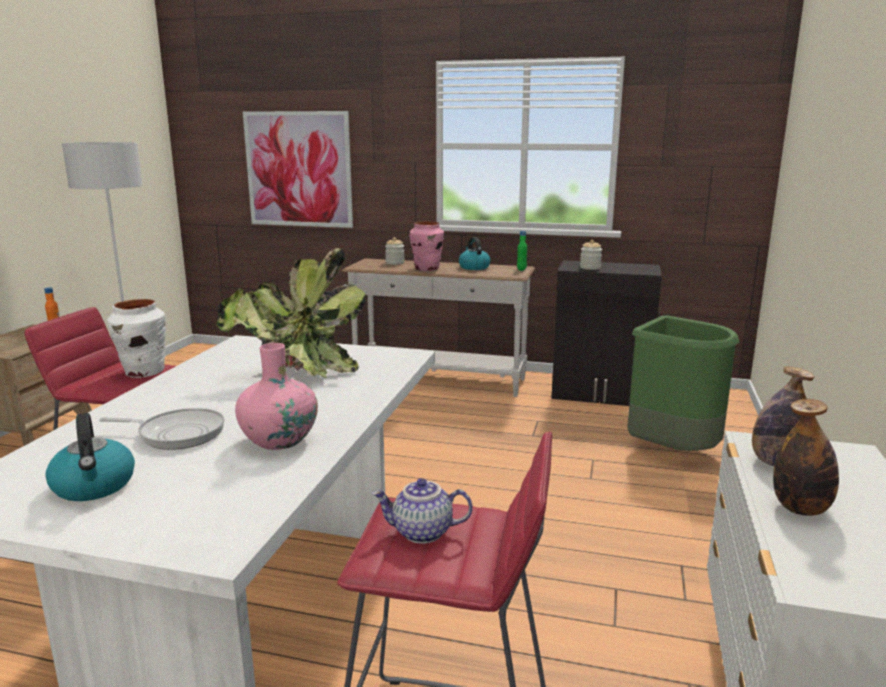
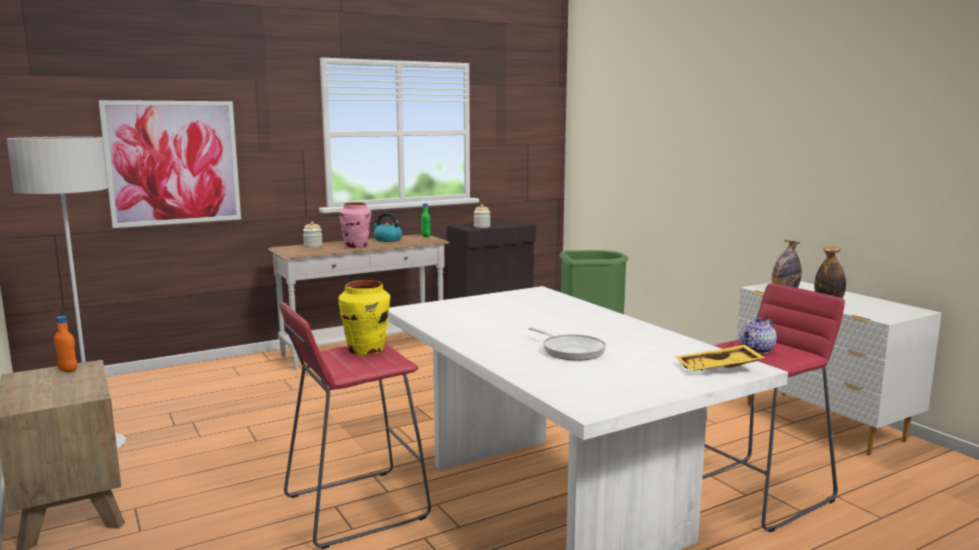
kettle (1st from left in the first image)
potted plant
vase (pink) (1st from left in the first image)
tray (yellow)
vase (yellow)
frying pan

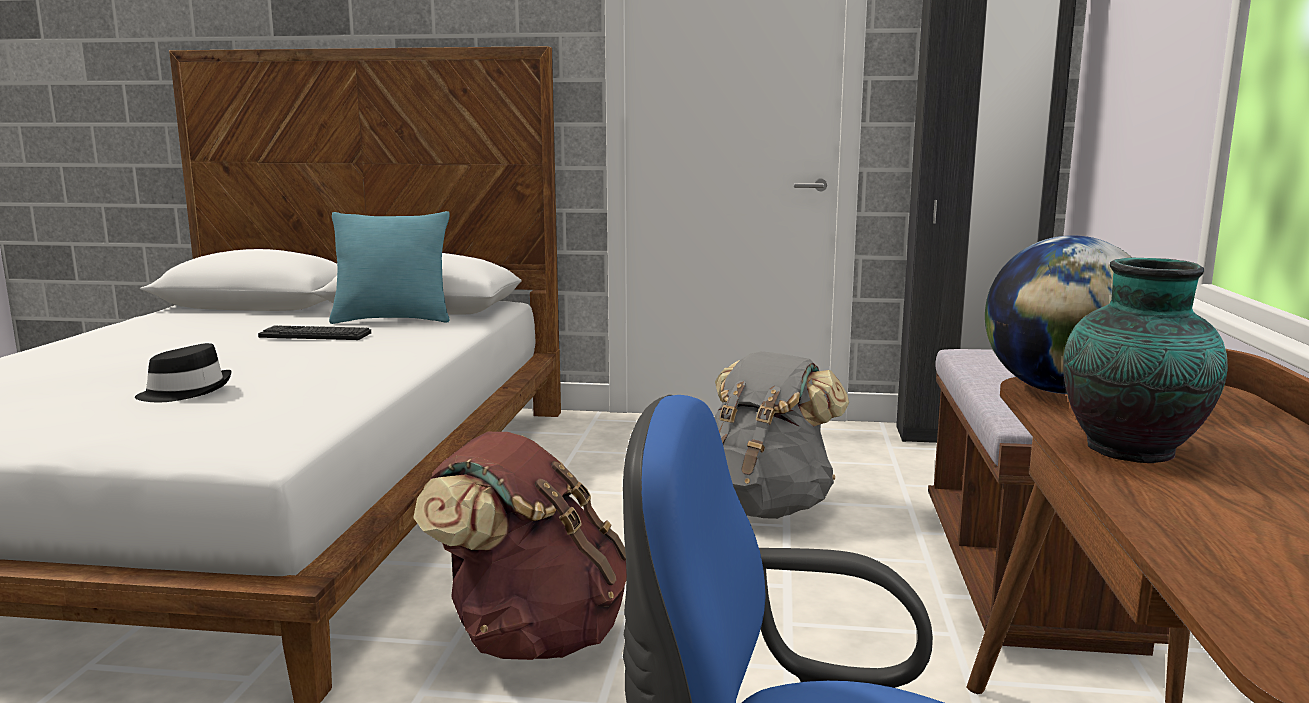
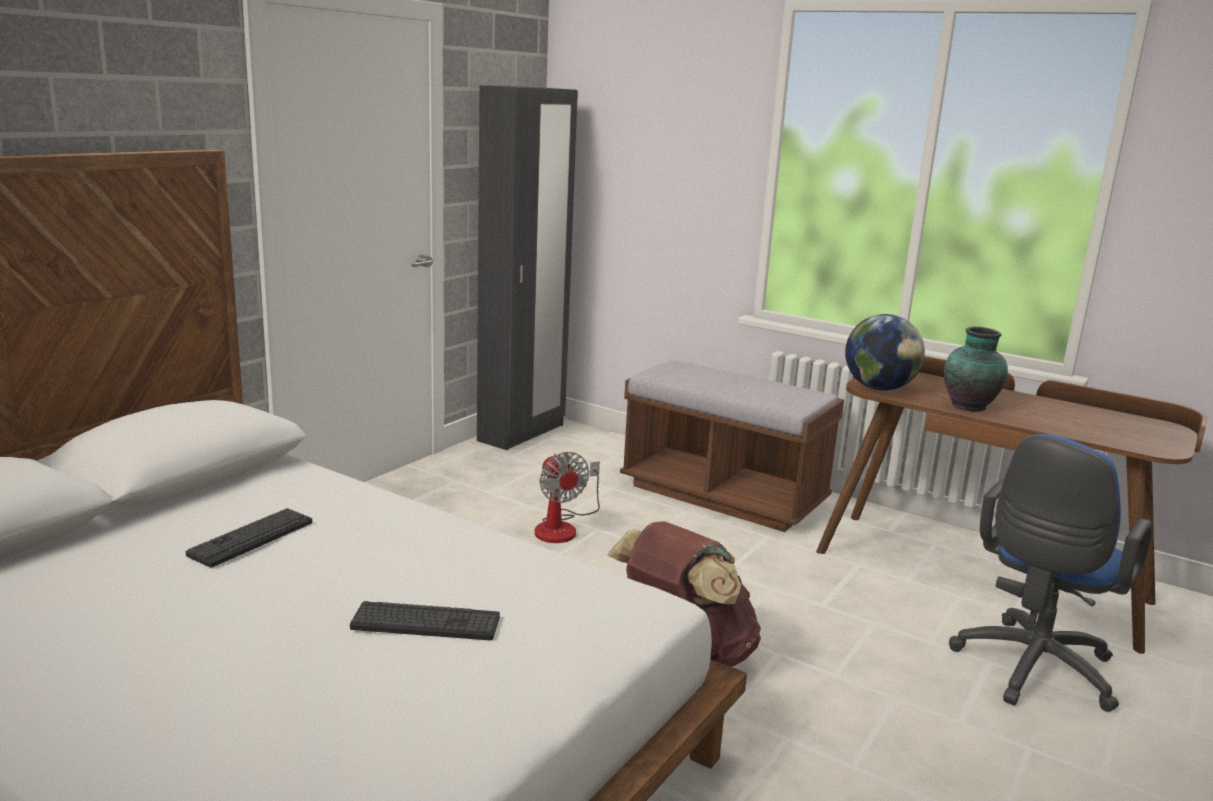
pillow (turquoise)
keyboard (2nd from left)
fan

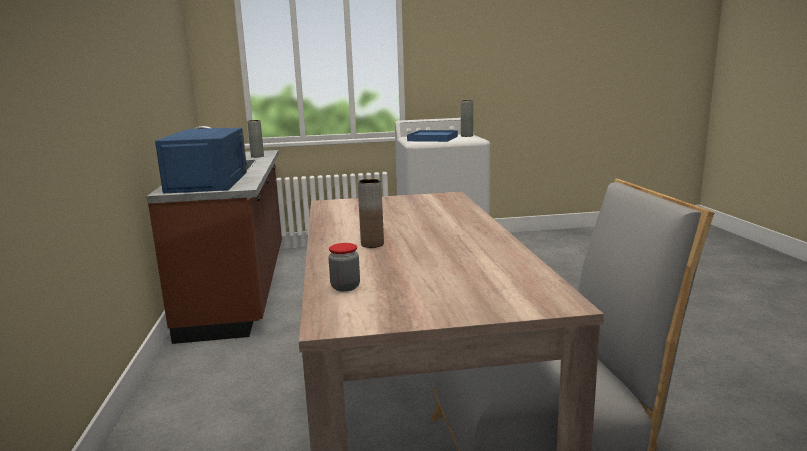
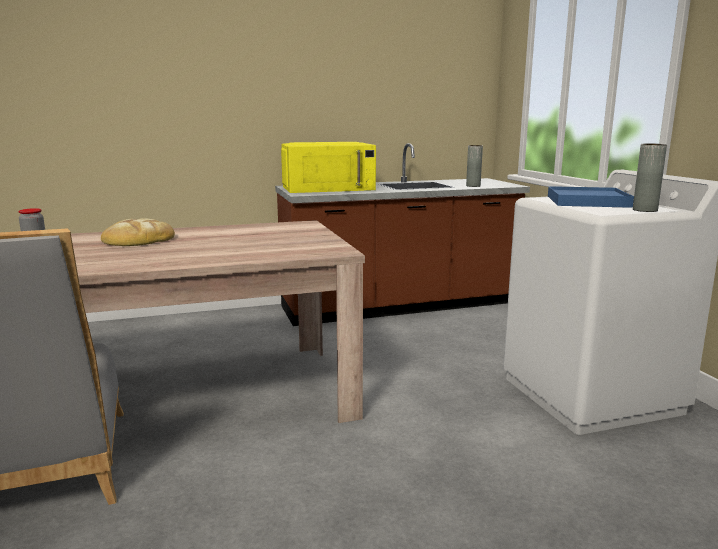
bread
microwave (yellow)

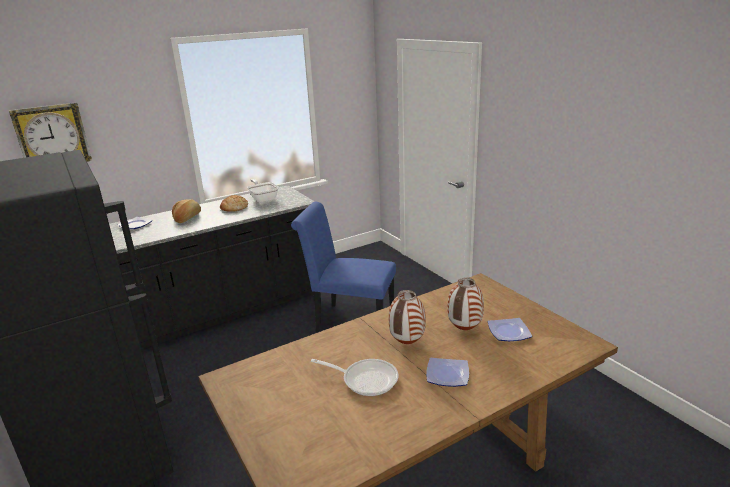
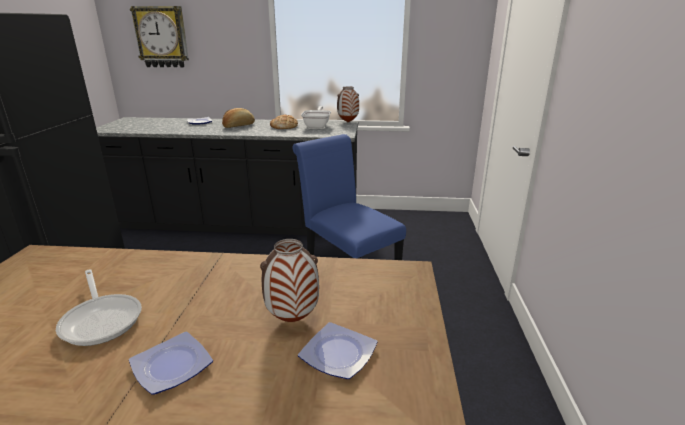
vase (2nd from left)

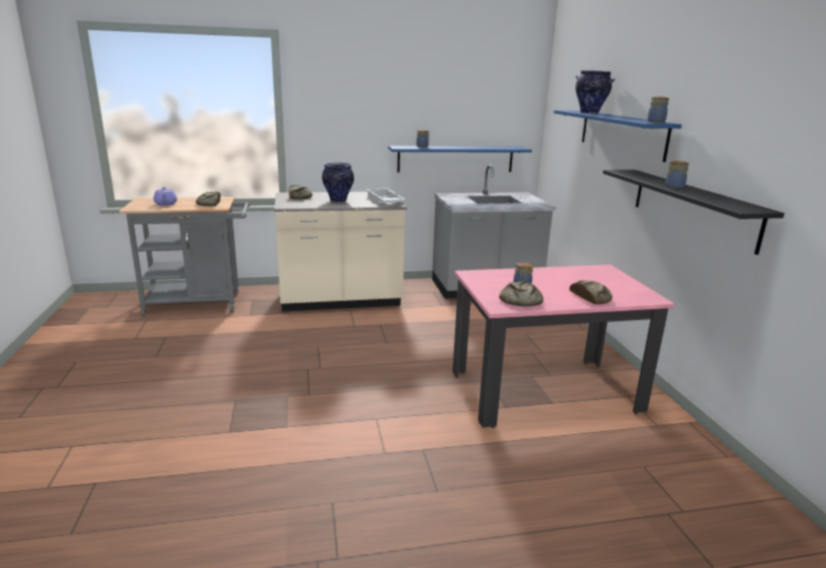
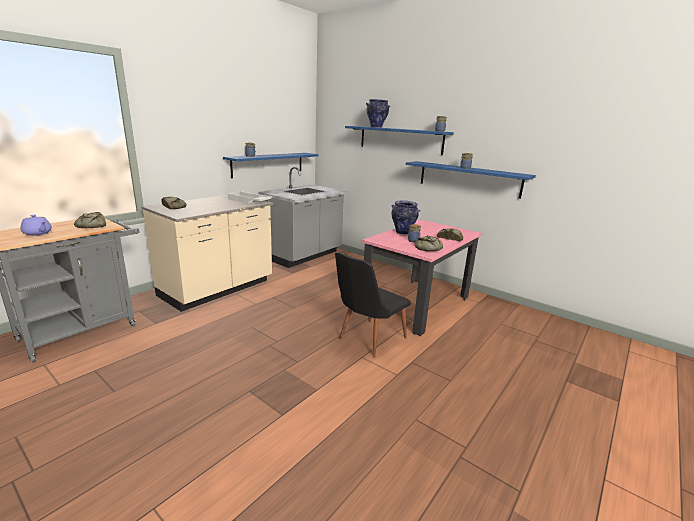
chair (black)
vase (2nd from left)
shelf (blue) (3rd from left)

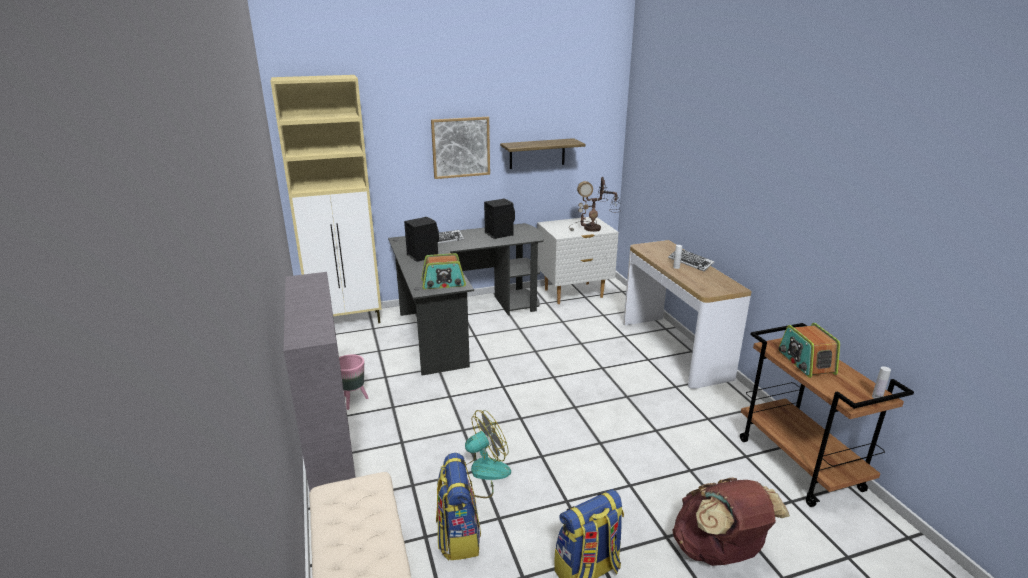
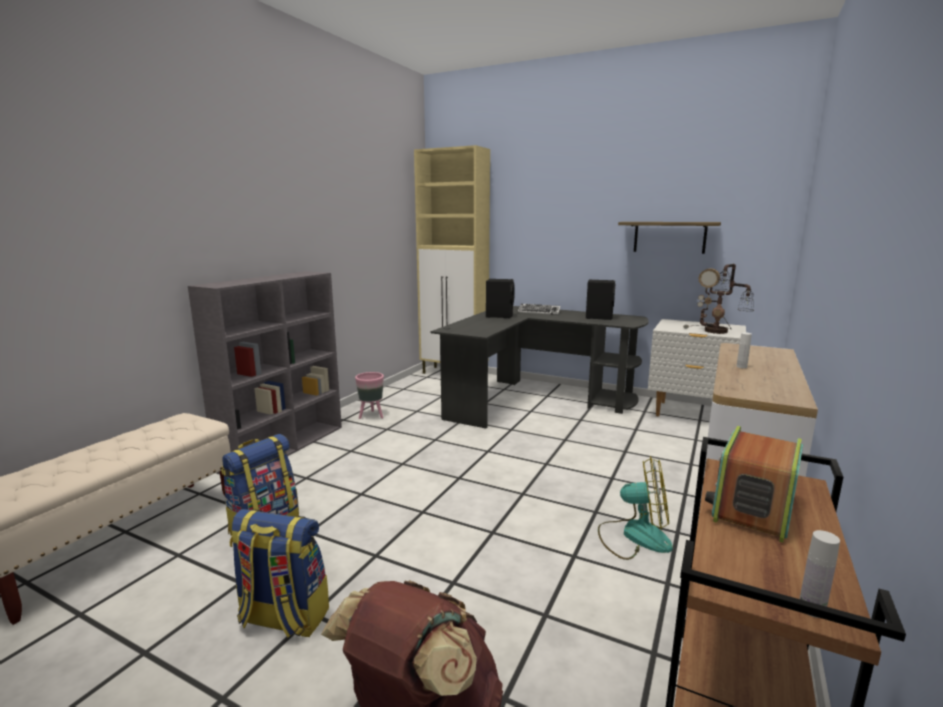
radio (1st from left in the first image)
picture
keyboard (2nd from left in the first image)
fan

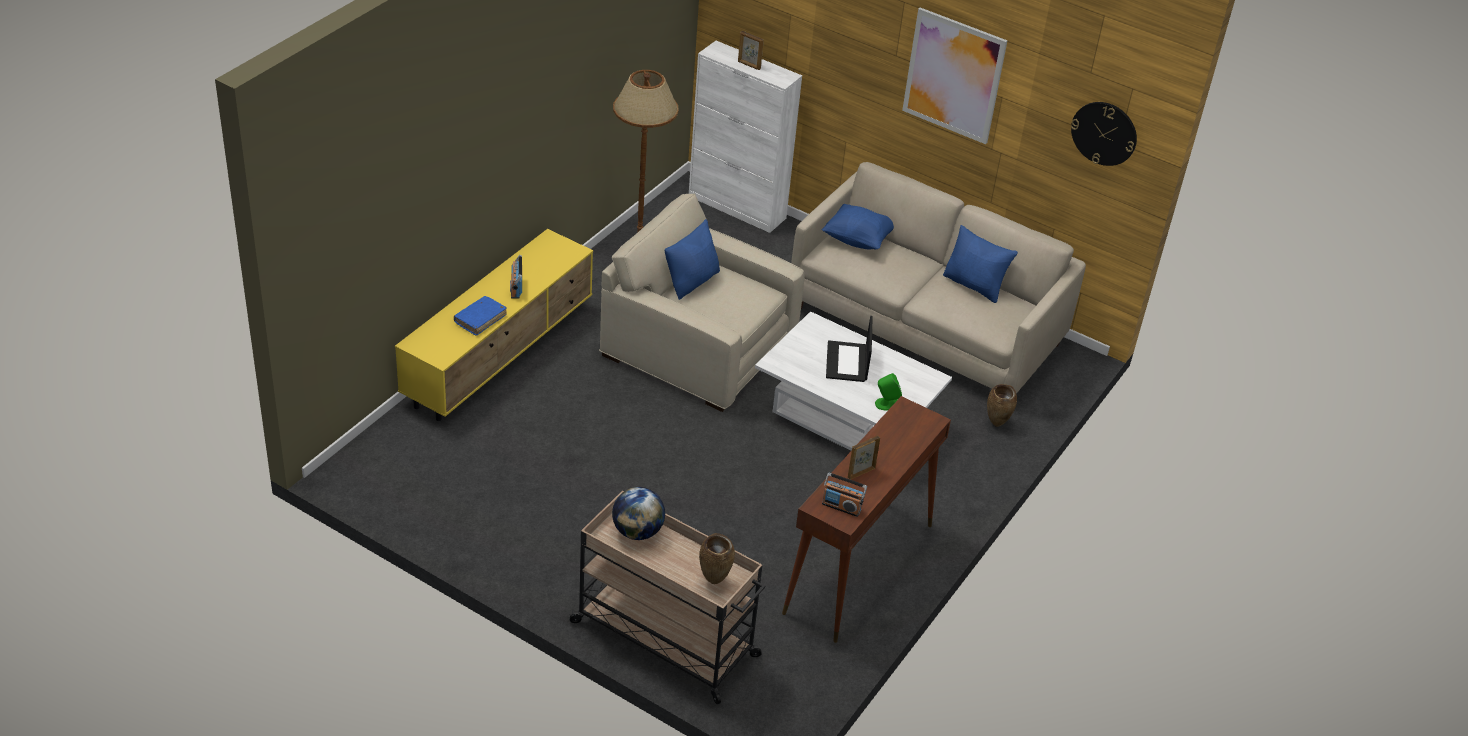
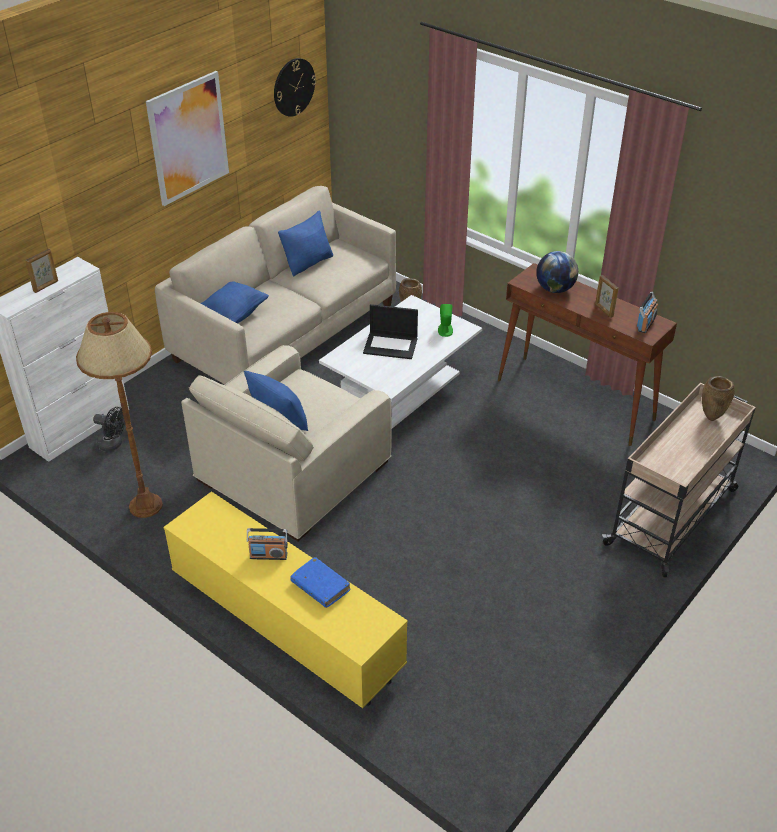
fan (black)
globe

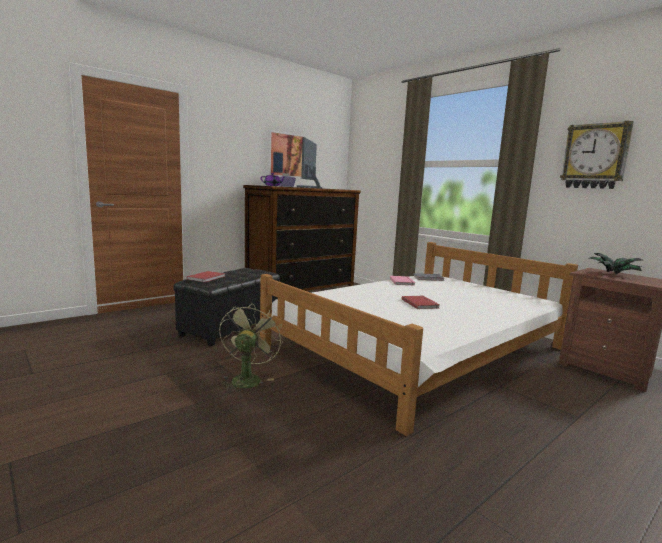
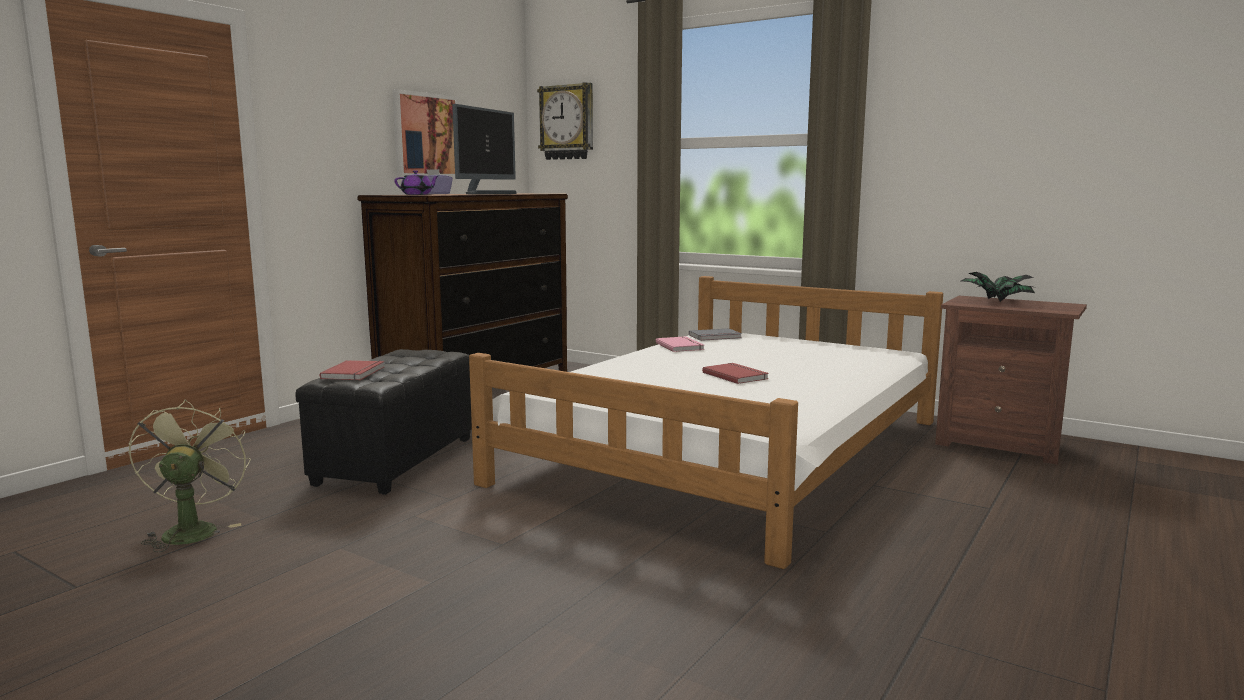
fan (green)
wall clock
monitor

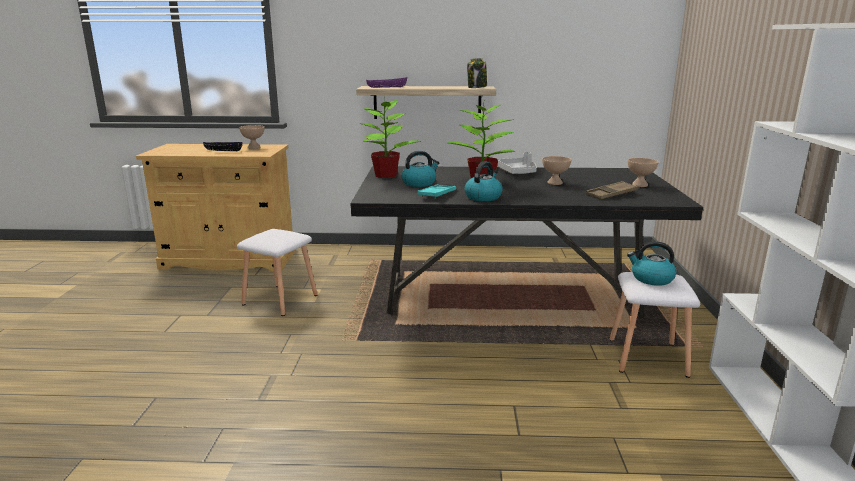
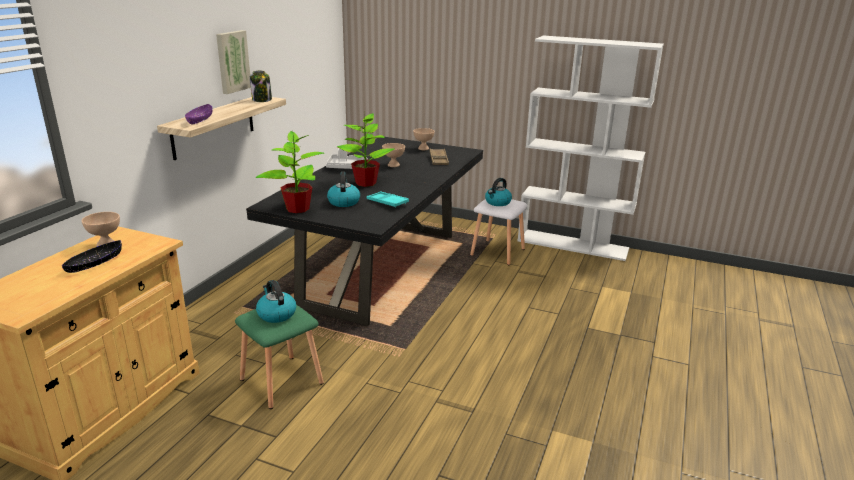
picture
kettle (1st from left)
stool (green)

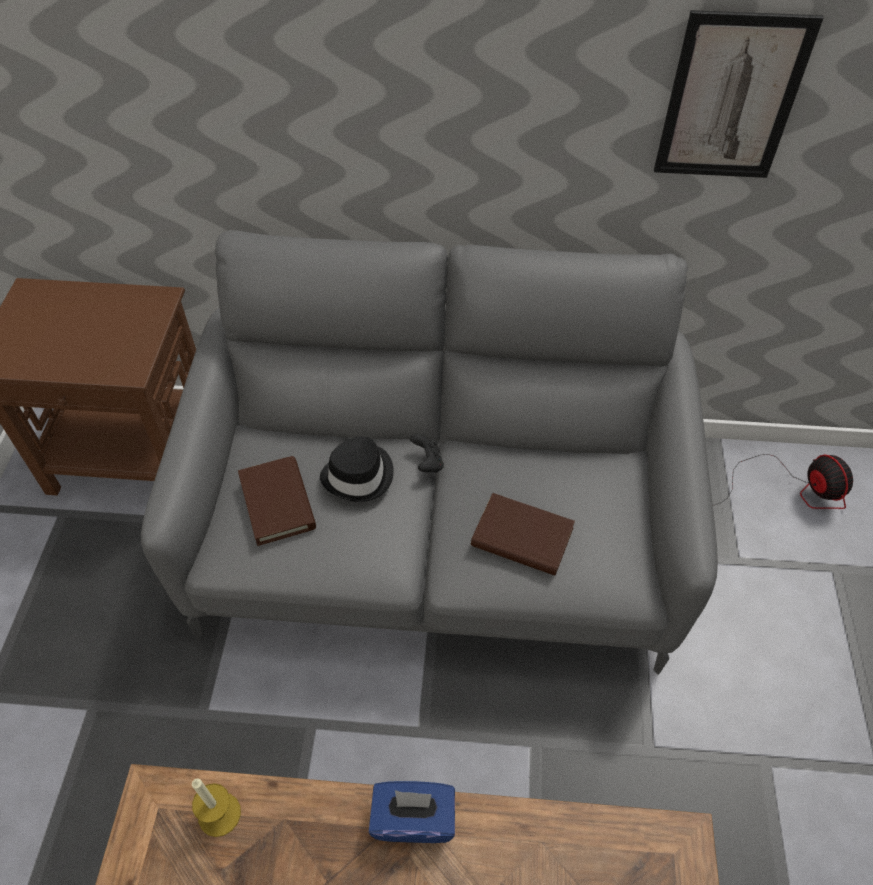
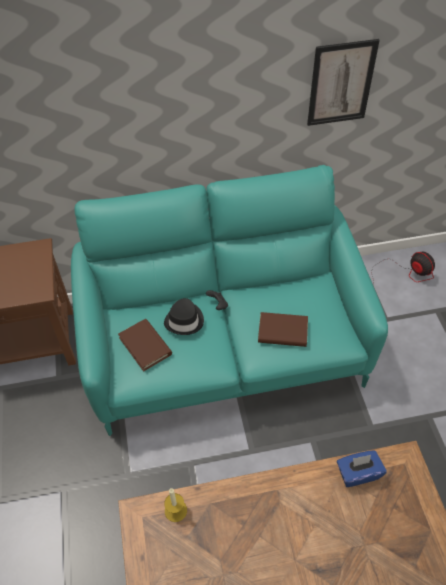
tissue box (blue)
sofa (turquoise)

